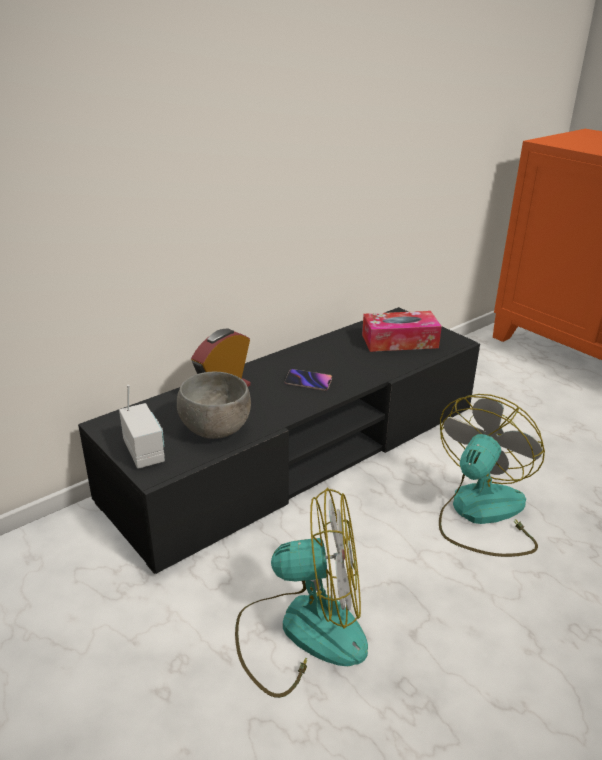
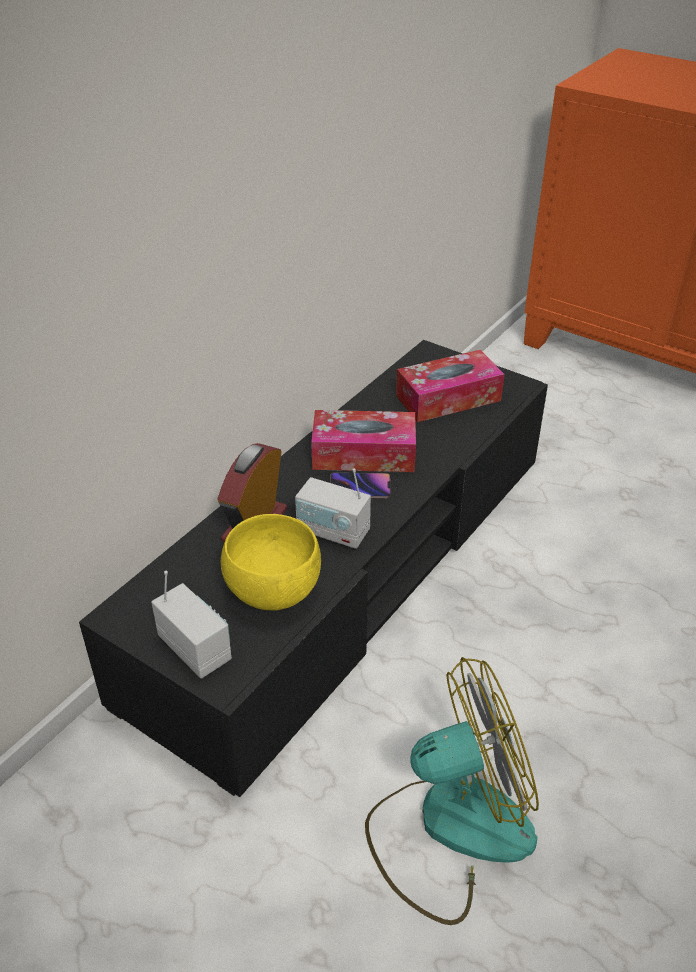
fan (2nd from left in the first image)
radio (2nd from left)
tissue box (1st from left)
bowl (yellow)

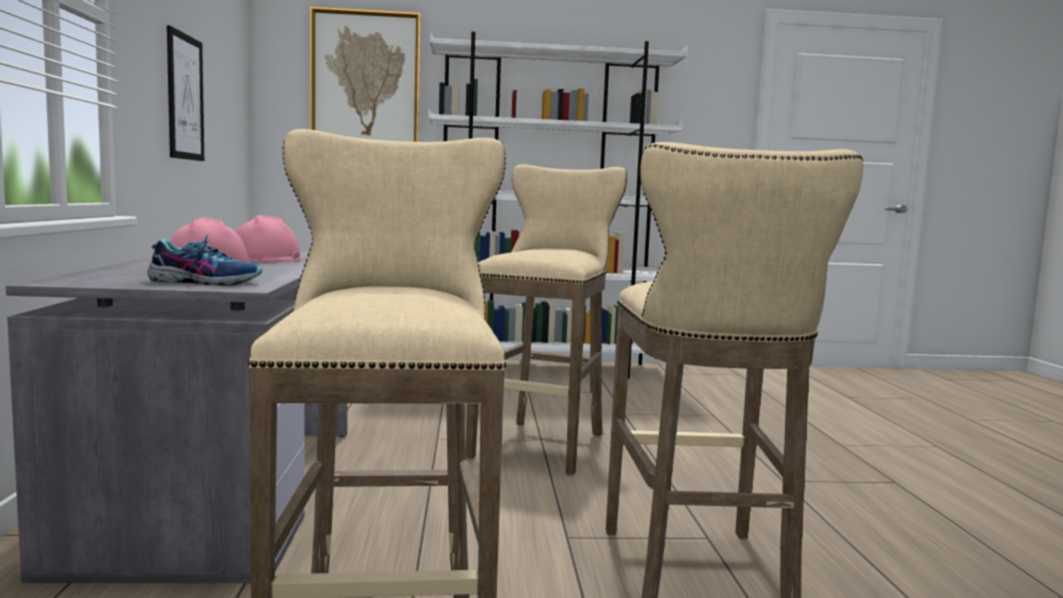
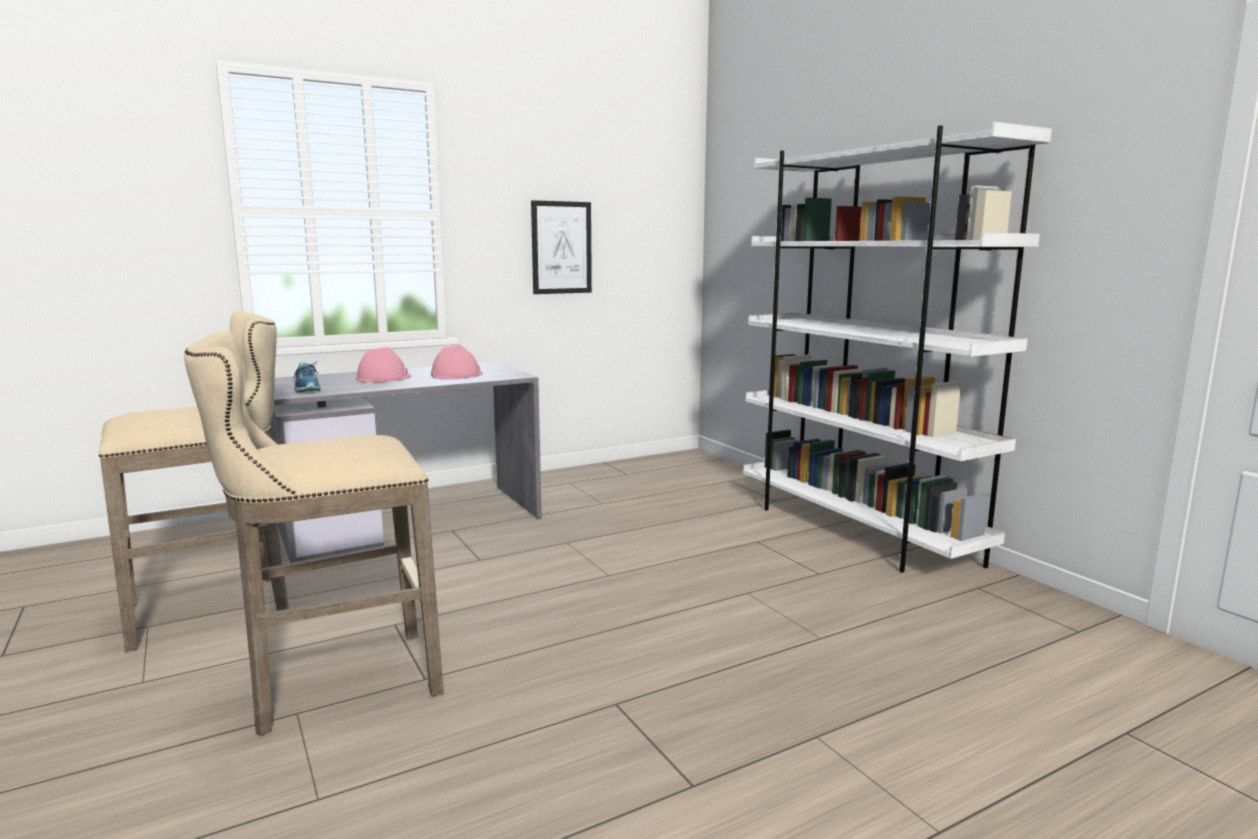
picture (2nd from left in the first image)
stool (beige) (2nd from left in the first image)

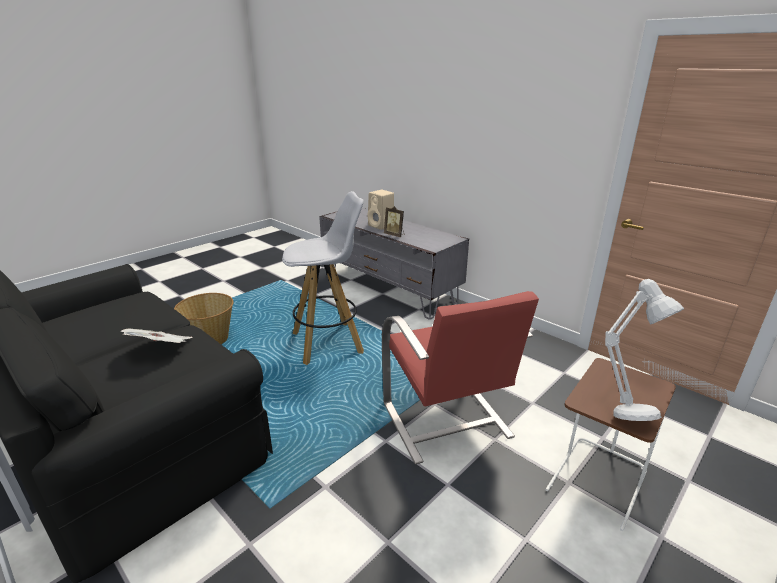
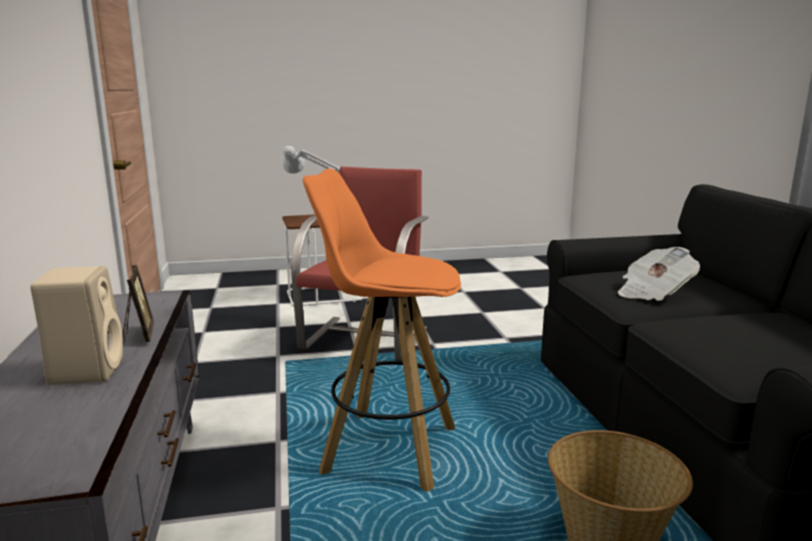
stool (orange)

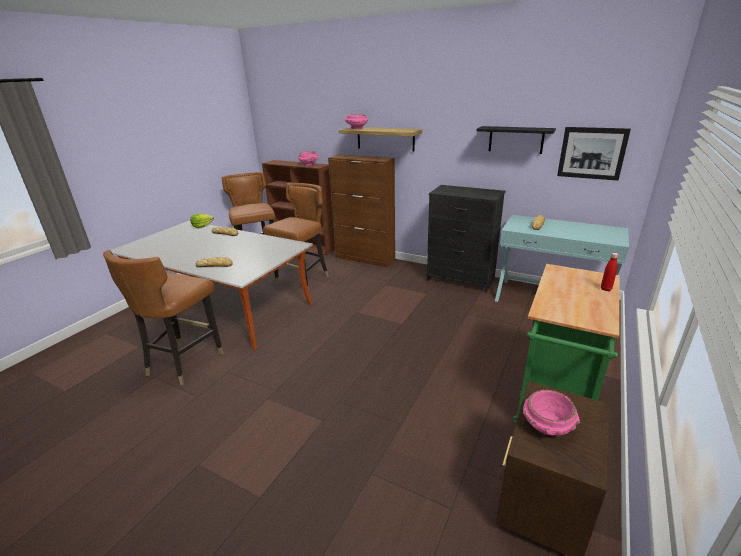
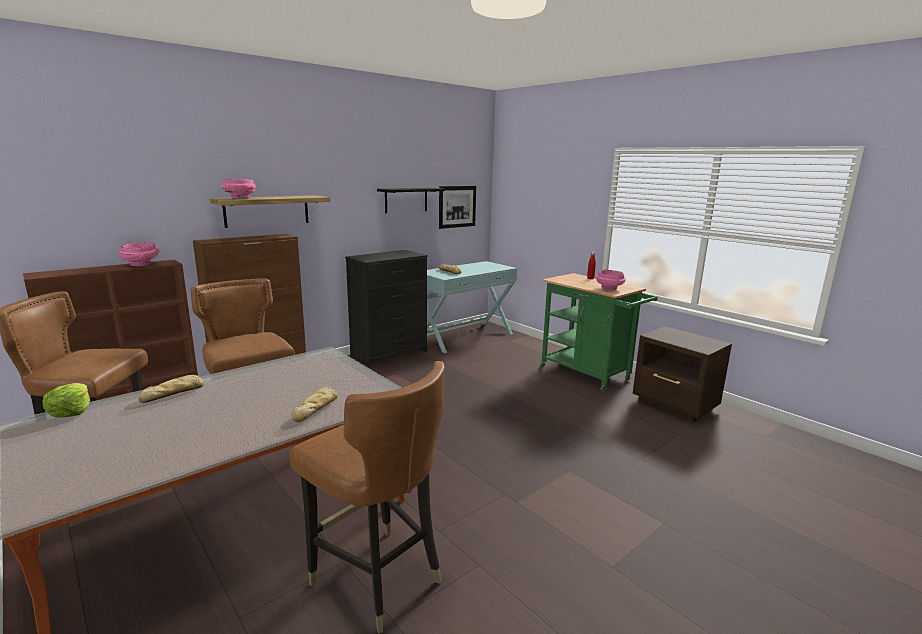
bowl (pink) (3rd from left)

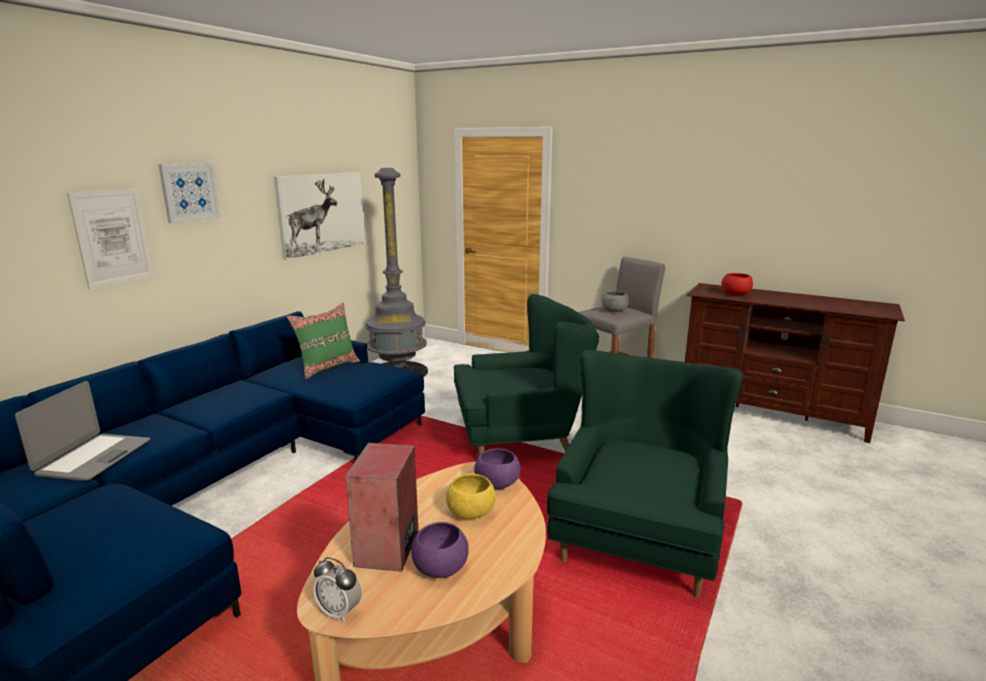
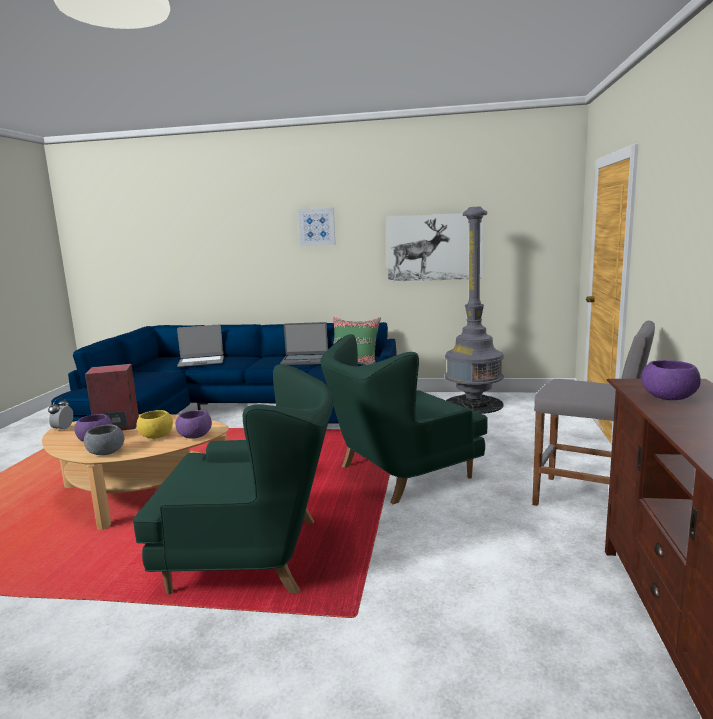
picture (1st from left in the first image)
laptop (2nd from left)
bowl (grey)
bowl (purple) (3rd from left)
armchair (green) (2nd from left)

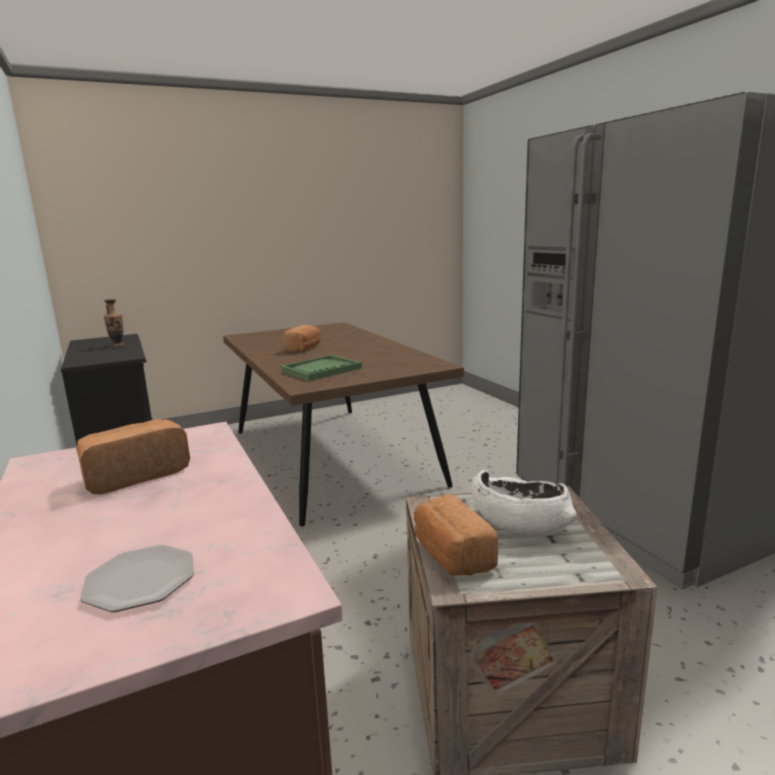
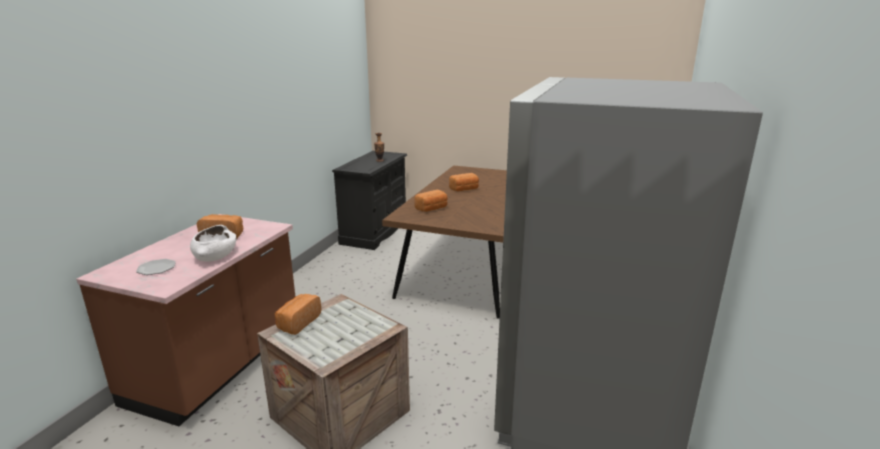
bowl (white)
bread (3rd from left)

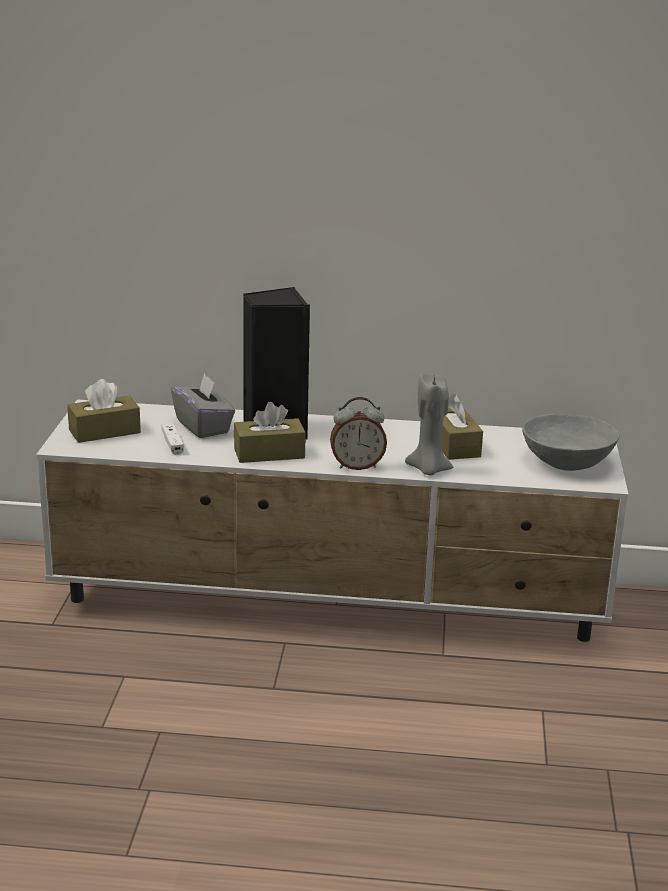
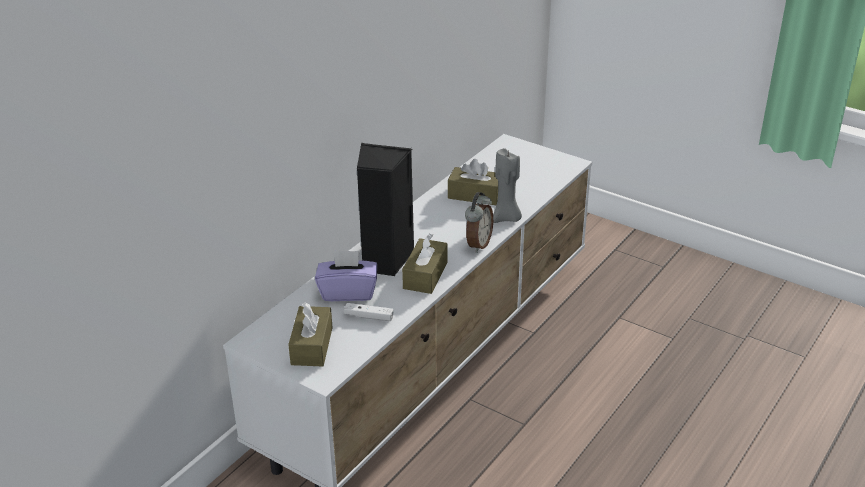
bowl (grey)
tissue box (purple)

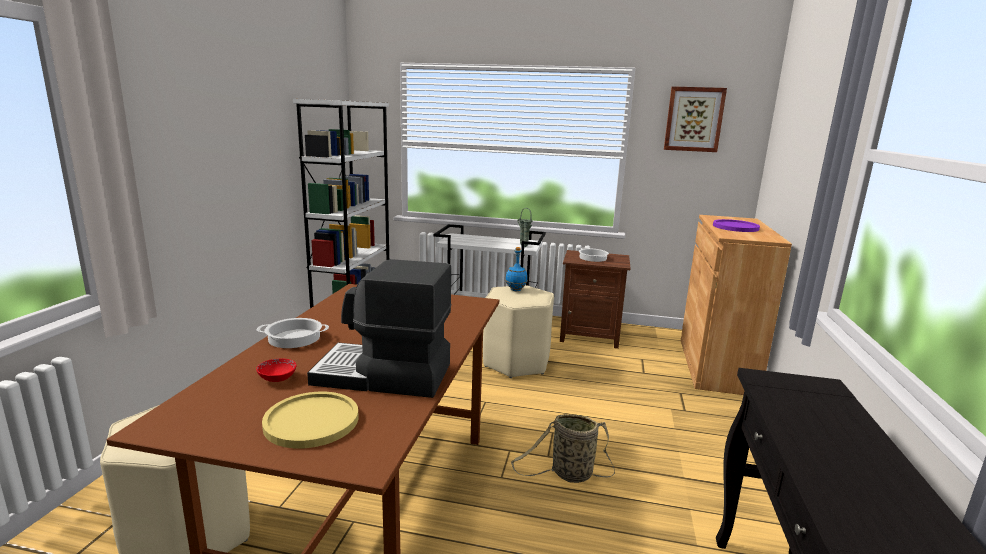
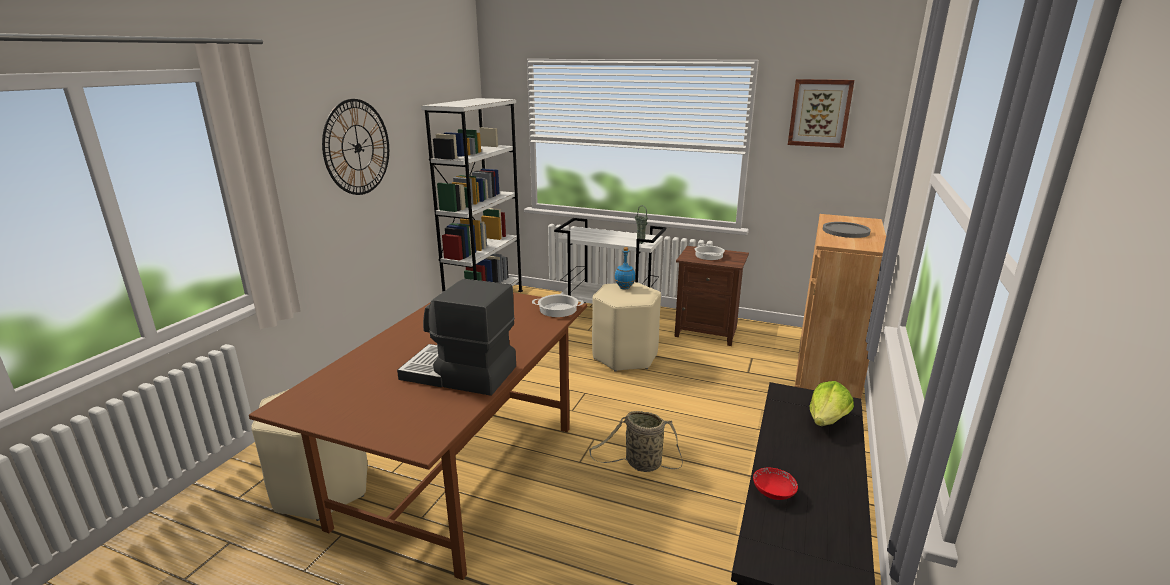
plate (yellow)
wall clock
lettuce
bowl (red)
cooking pot (1st from left)
plate (grey)

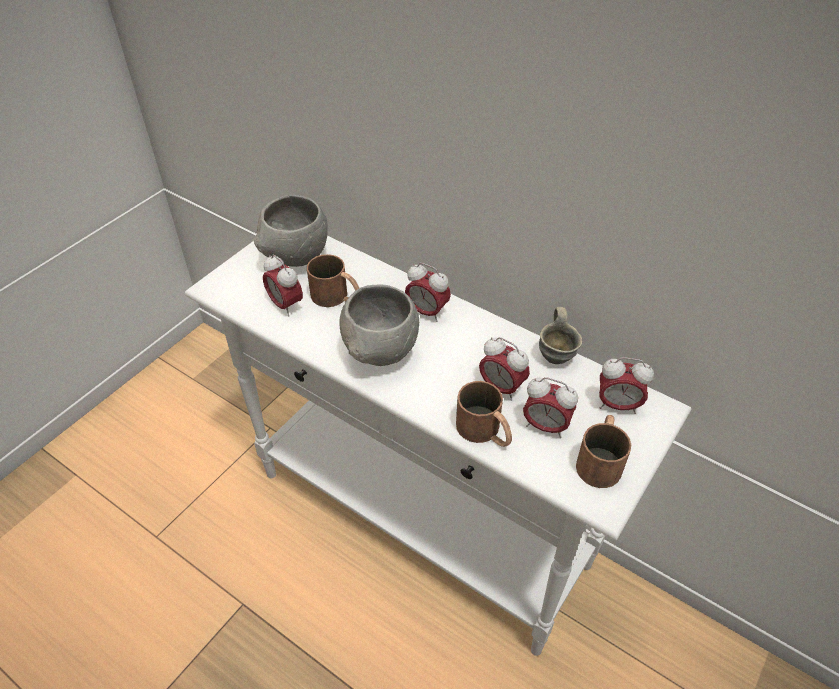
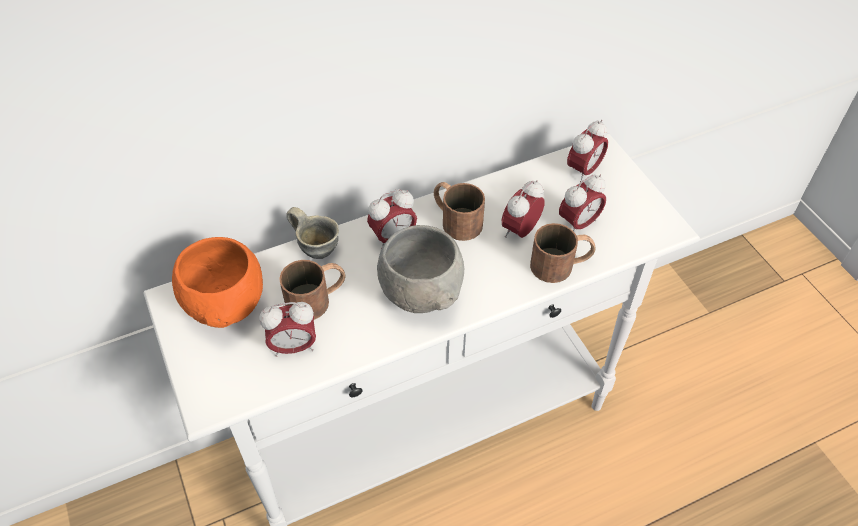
mug (grey)
mug (brown) (2nd from left)
bowl (orange)
alarm clock (3rd from left)

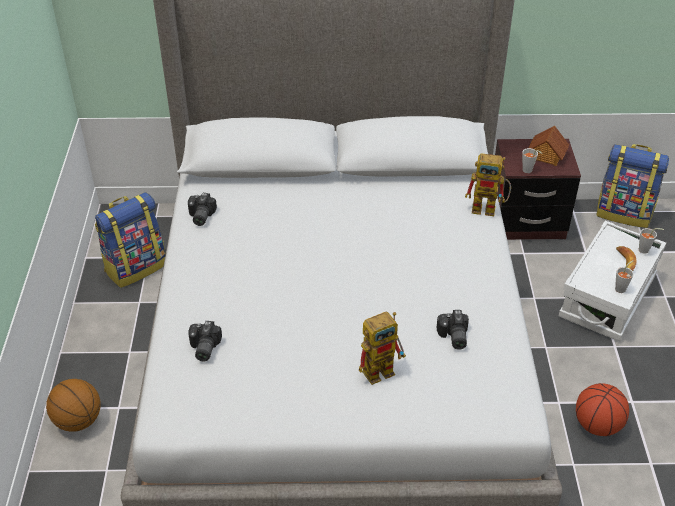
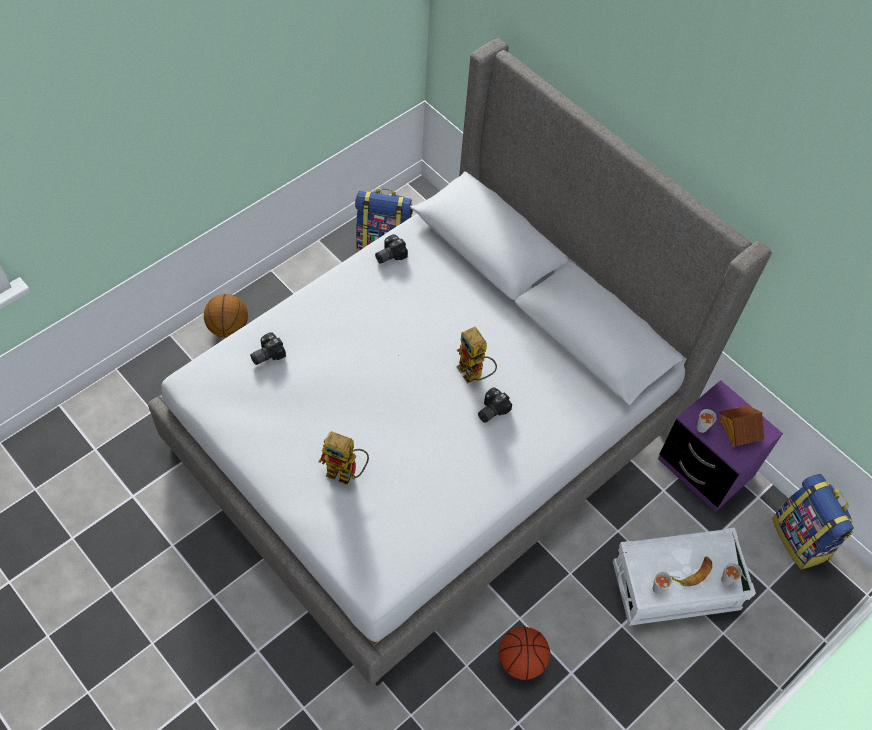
photo camera (3rd from left)
toy robot (2nd from left)
nightstand (purple)

